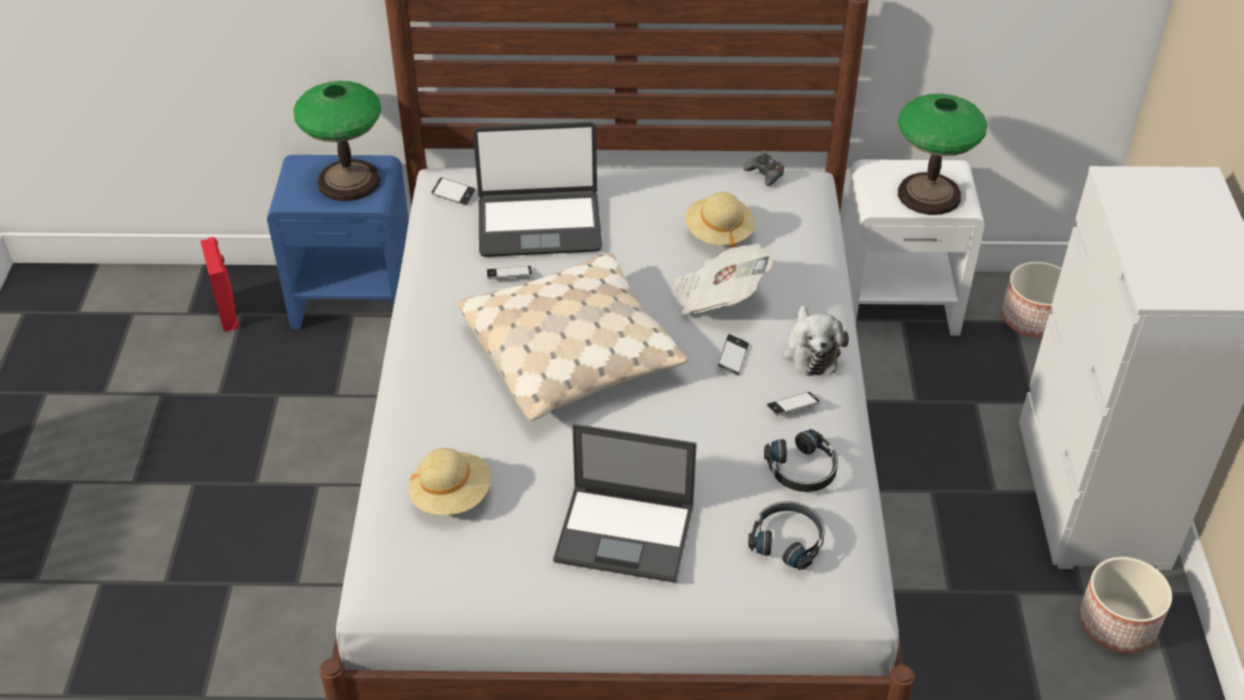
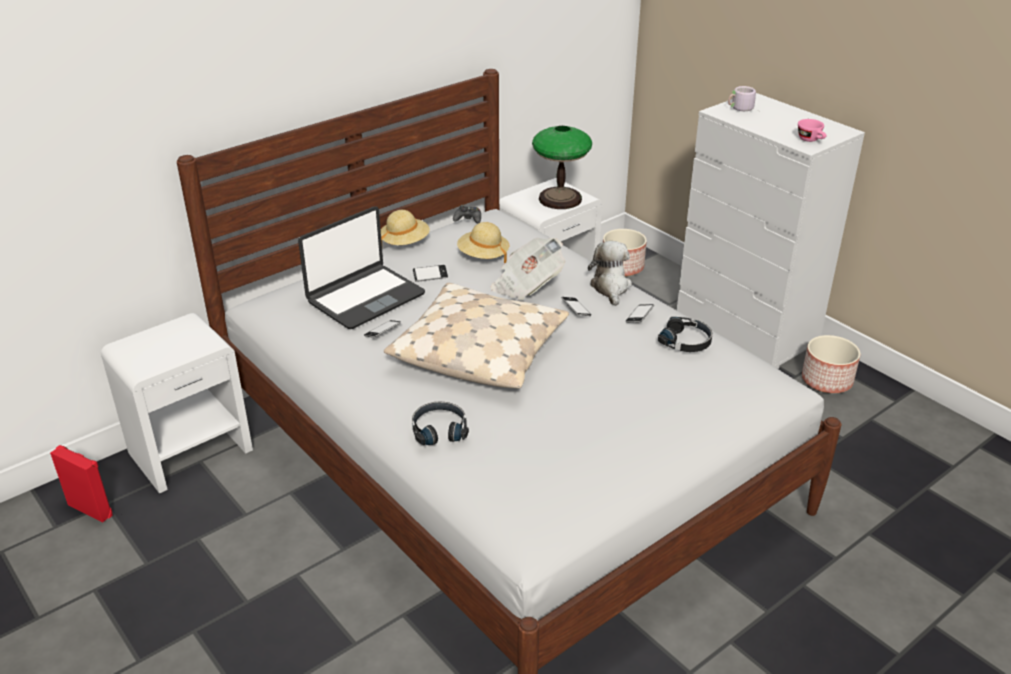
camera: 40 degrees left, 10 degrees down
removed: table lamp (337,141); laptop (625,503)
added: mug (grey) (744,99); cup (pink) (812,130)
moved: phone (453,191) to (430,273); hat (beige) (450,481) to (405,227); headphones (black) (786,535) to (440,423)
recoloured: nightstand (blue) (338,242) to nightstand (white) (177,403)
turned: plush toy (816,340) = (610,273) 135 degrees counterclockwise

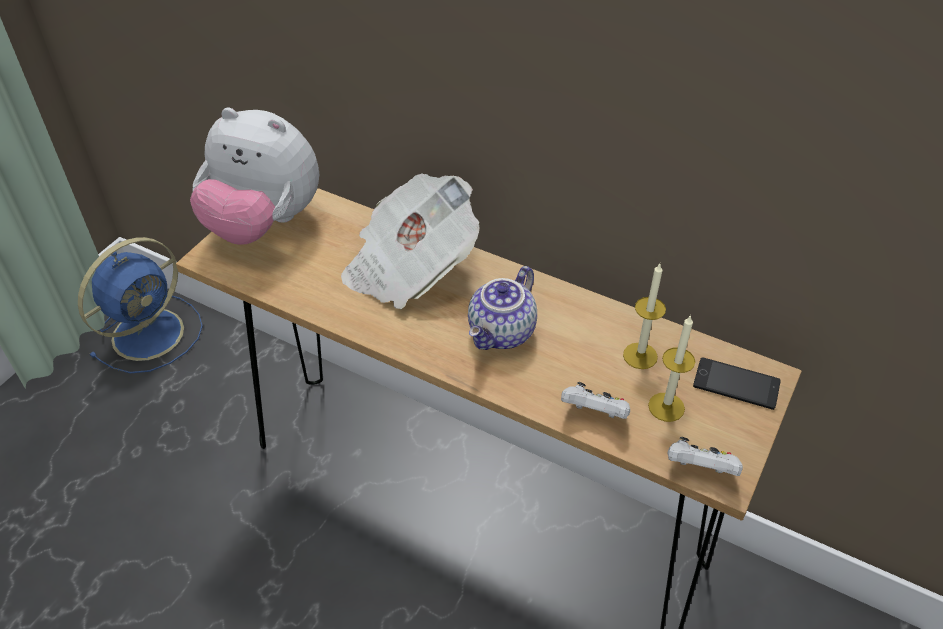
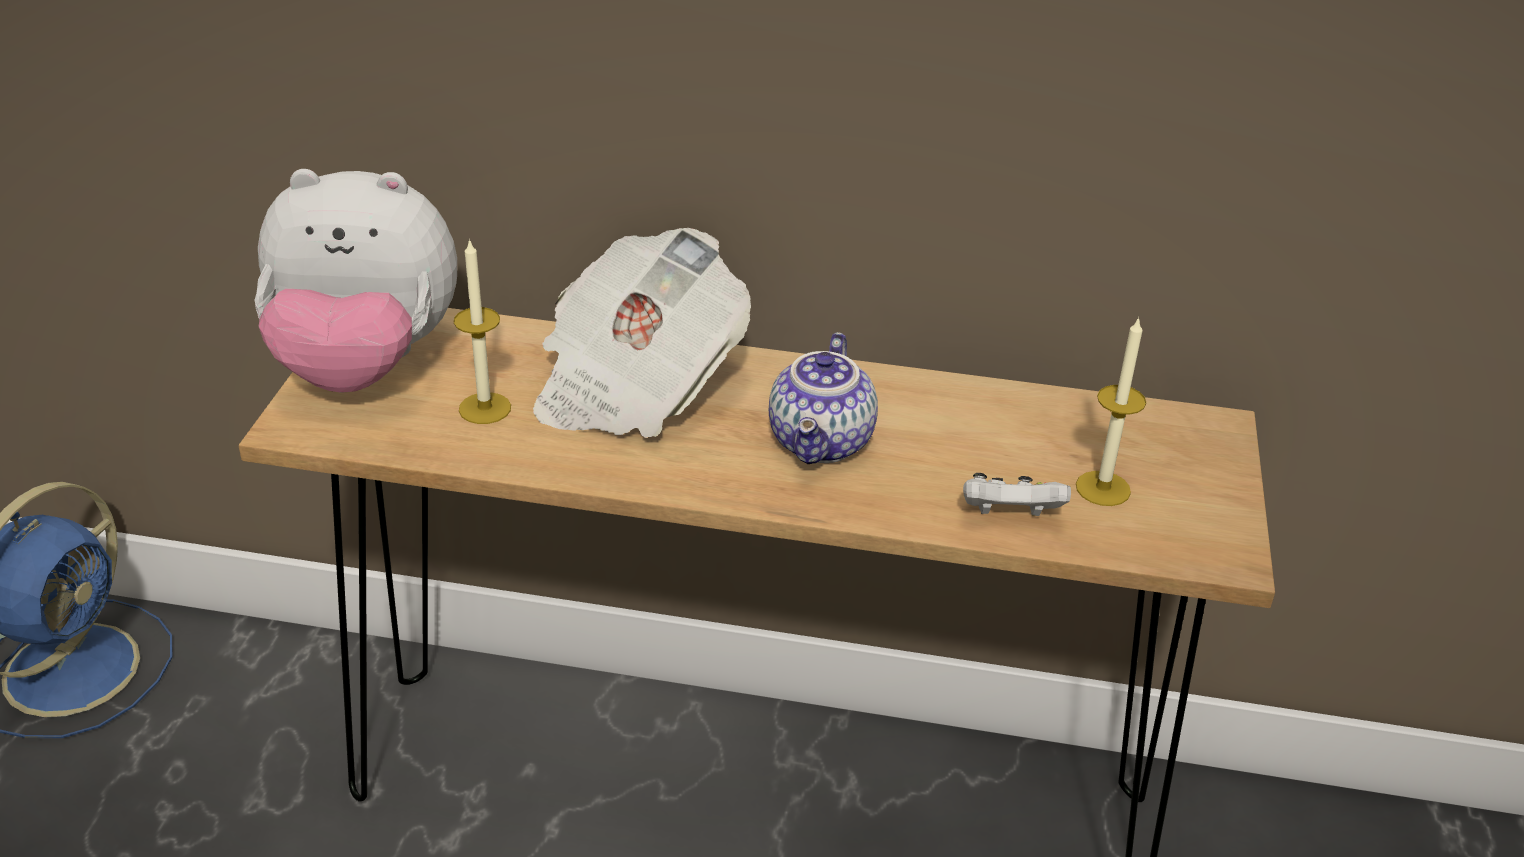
camera: 20 degrees left, 10 degrees down
removed: phone (737,383); game controller (white) (705,456)
moved: candle (644,316) to (482,331)

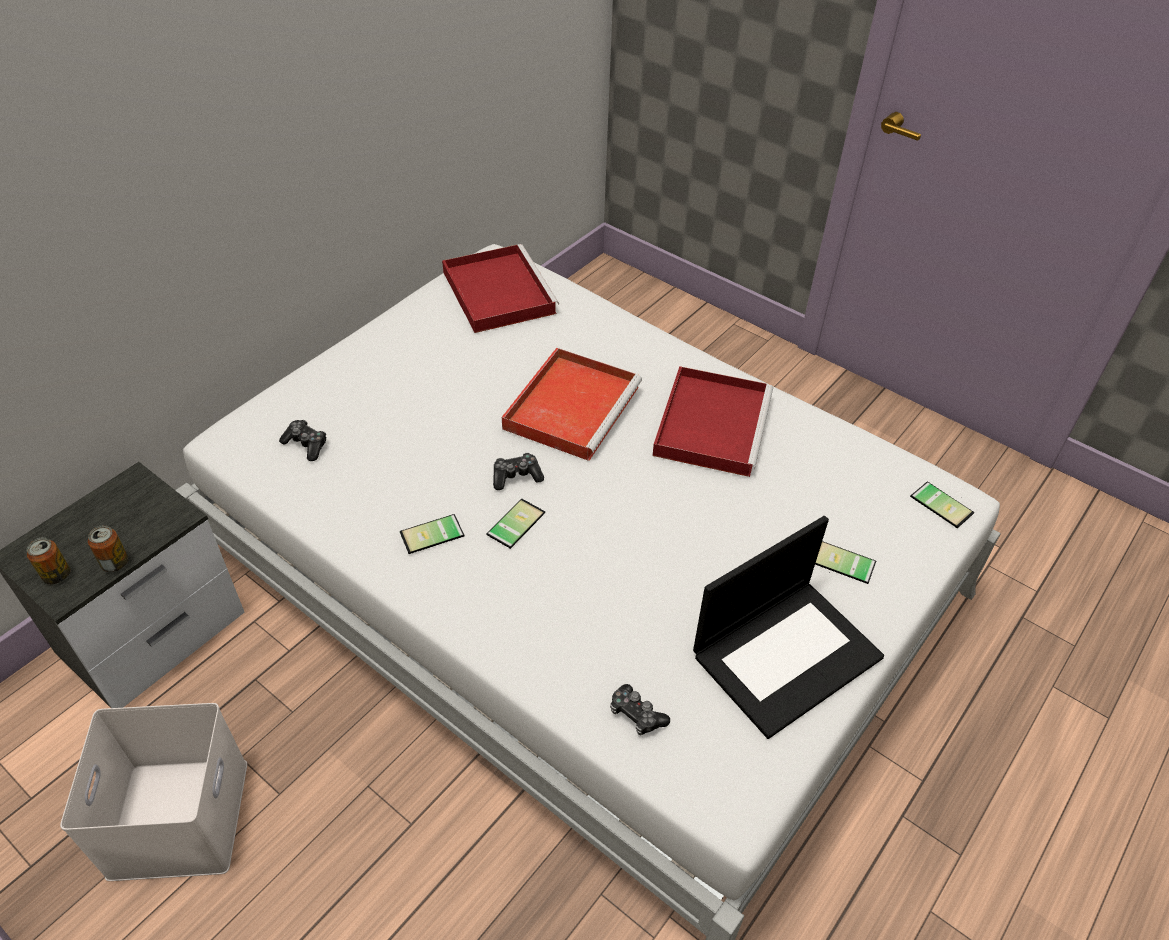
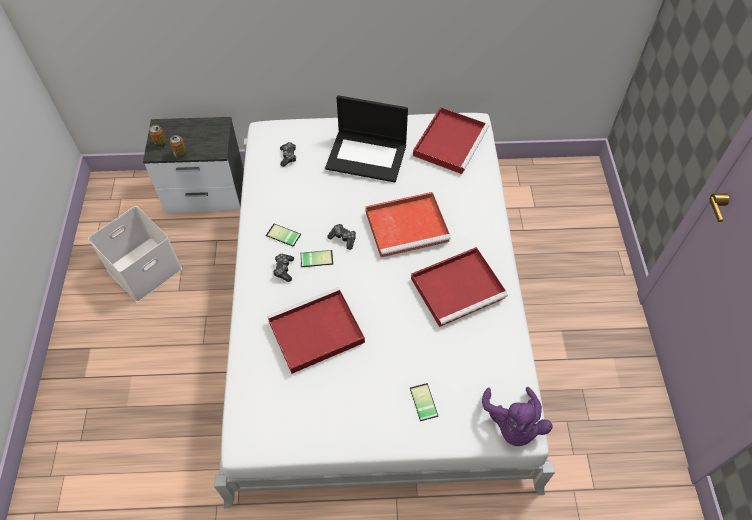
camera: 50 degrees right, 10 degrees up
added: tray (red) (316,330)
moved: laptop (789,627) to (366,139); game controller (640,709) to (283,268)
replaced: phone (942,504) to plush toy (purple) (517,416)

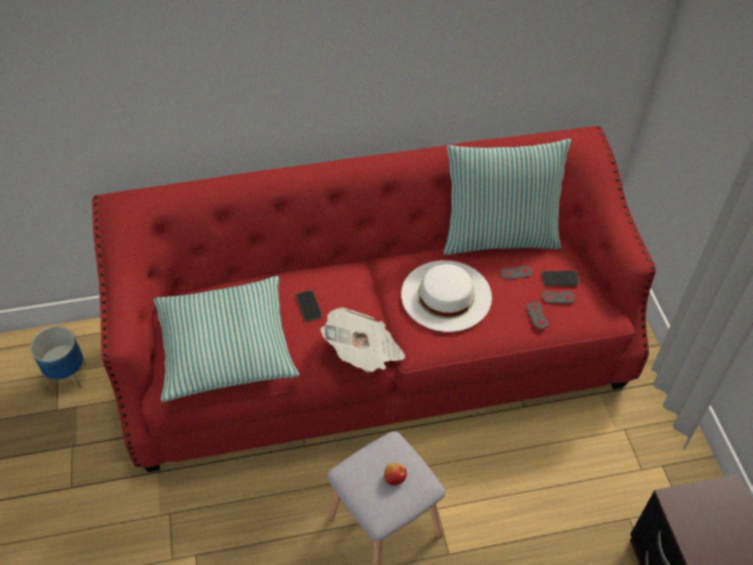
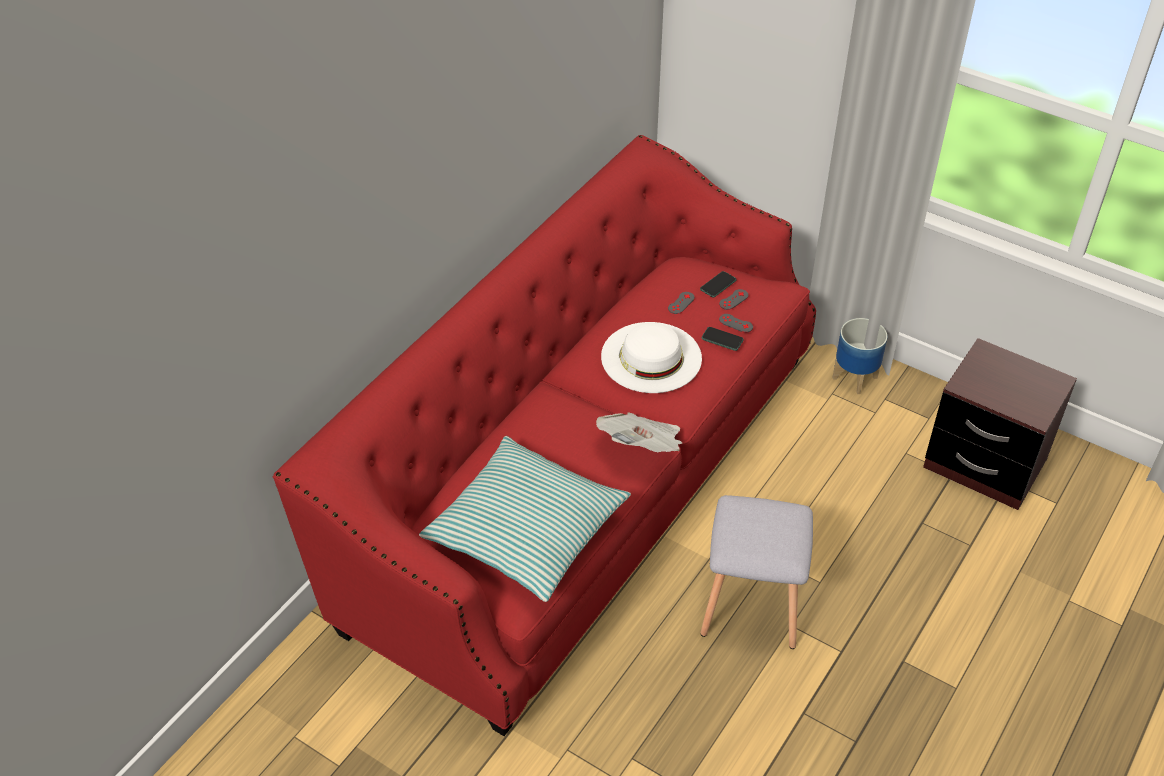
camera: 45 degrees left, 5 degrees down
removed: pillow (507,197); apple (395,474)
moved: phone (309,305) to (722,339); planter (58,357) to (859,356)

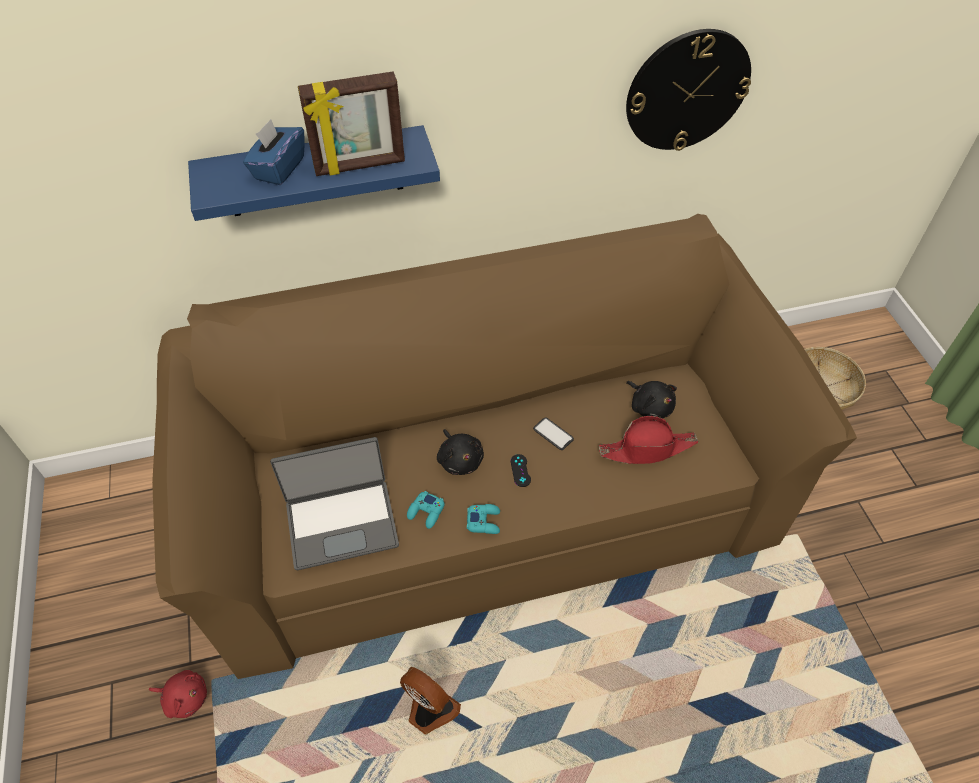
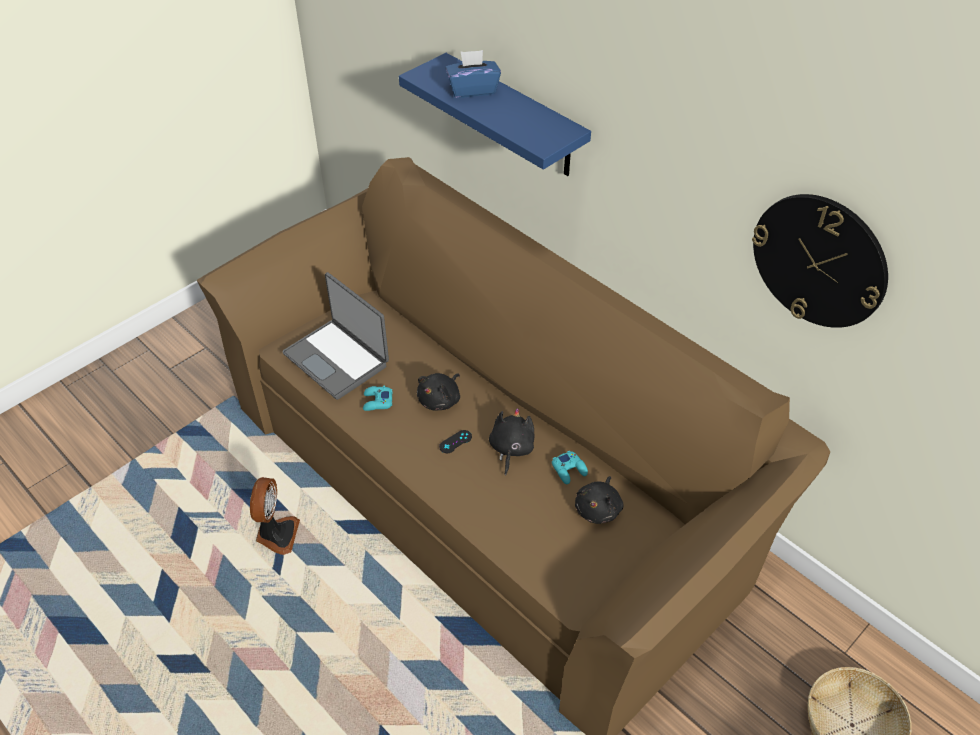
camera: 60 degrees right, 5 degrees down
removed: picture frame (351,124); hat (red) (648,440); plush toy (red) (178,694)
moved: game controller (turquoise) (483,519) to (570,467)
replaced: phone (553,433) to plush toy (black) (511,441)

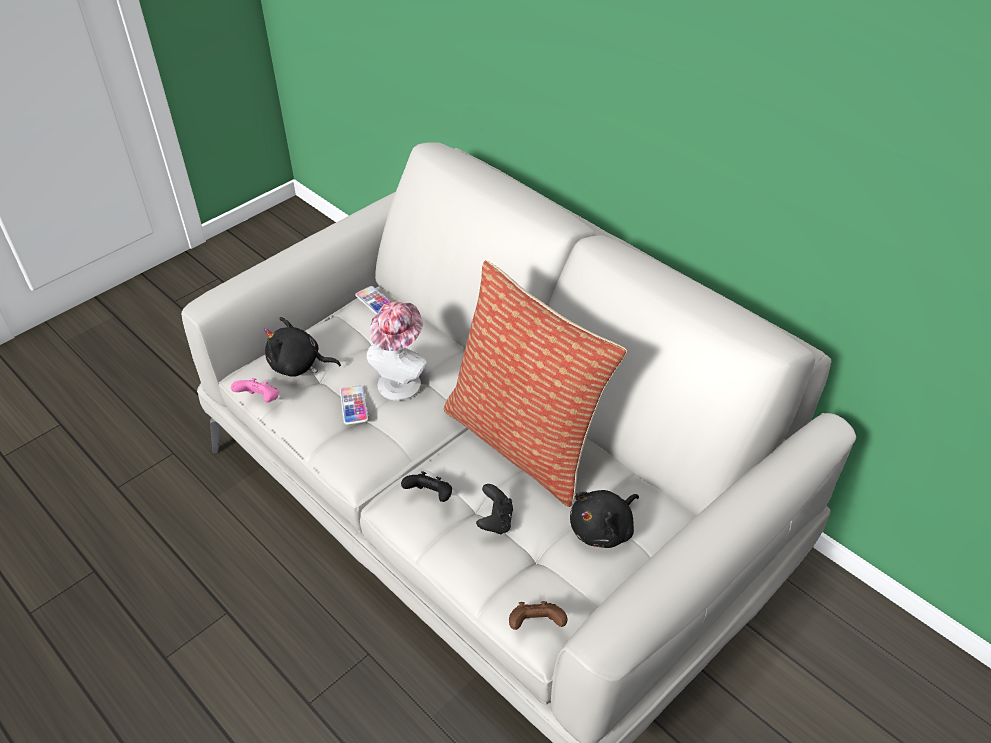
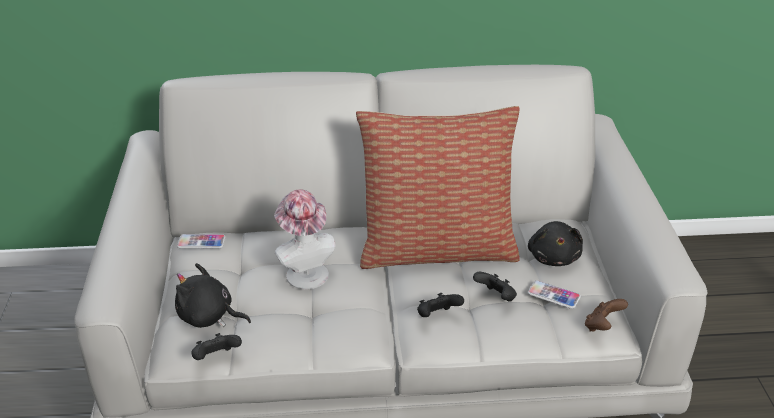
camera: 50 degrees left, 10 degrees down
moved: phone (354,405) to (554,294)
recoloured: game controller (pink) (255,390) to game controller (black) (216,346)
turned: plush toy (black) (302,347) = (213,295) 60 degrees clockwise

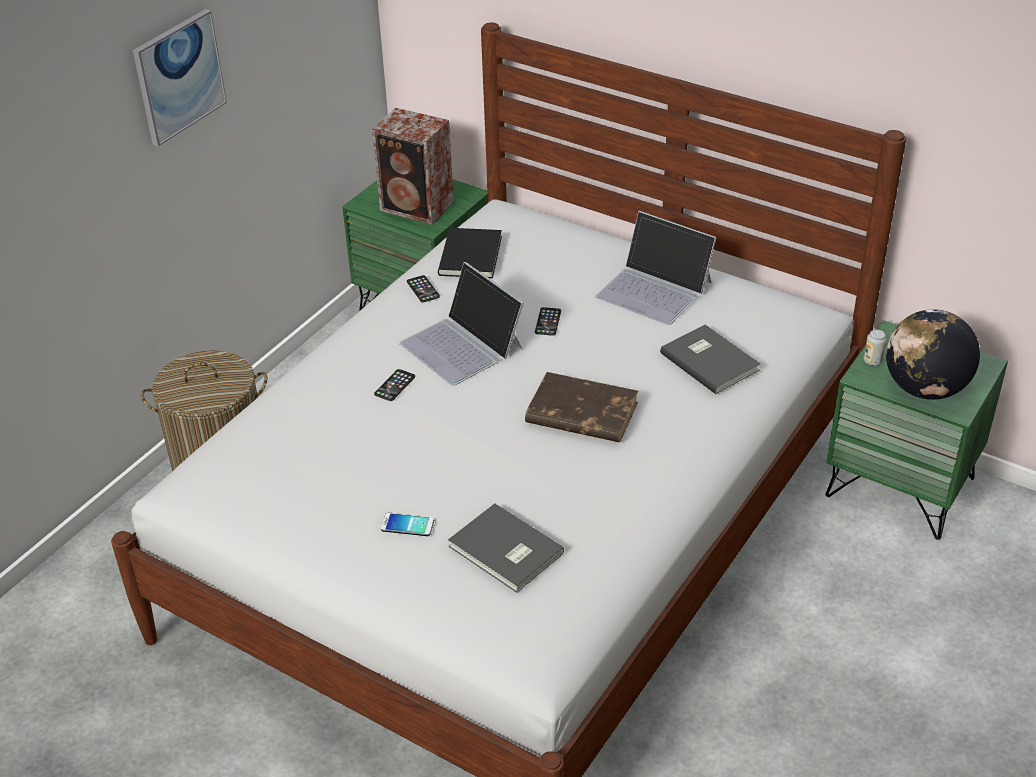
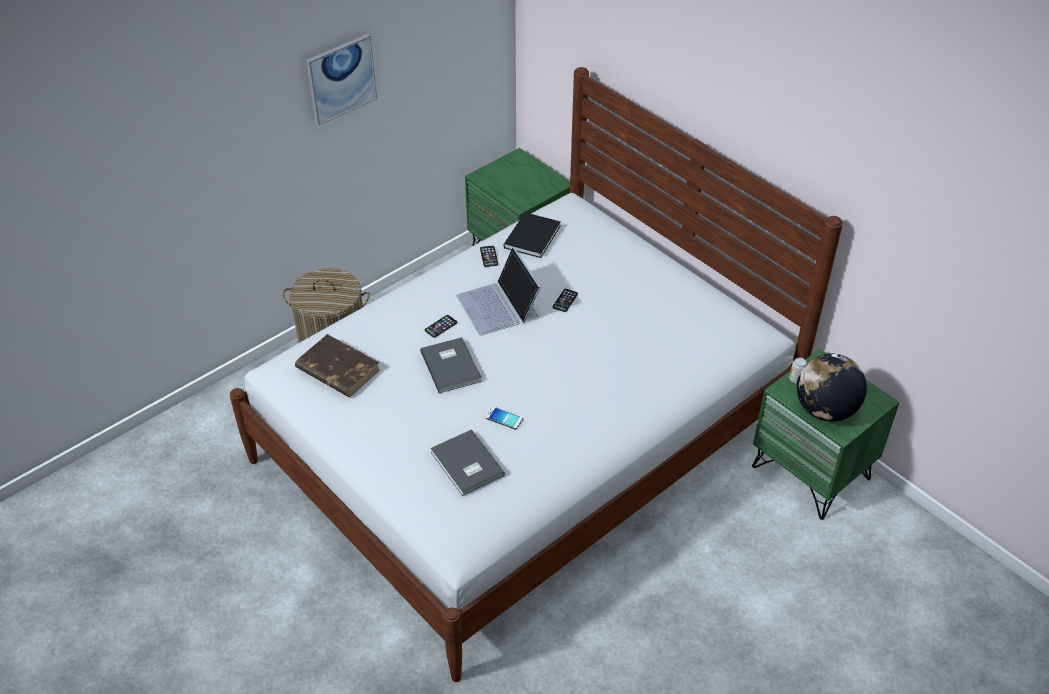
camera: 15 degrees right, 5 degrees up
removed: speaker (413,166); laptop (656,268)
moved: book (grey) (710,359) to (451,365); book (brown) (581,407) to (337,365); phone (407,524) to (504,418)

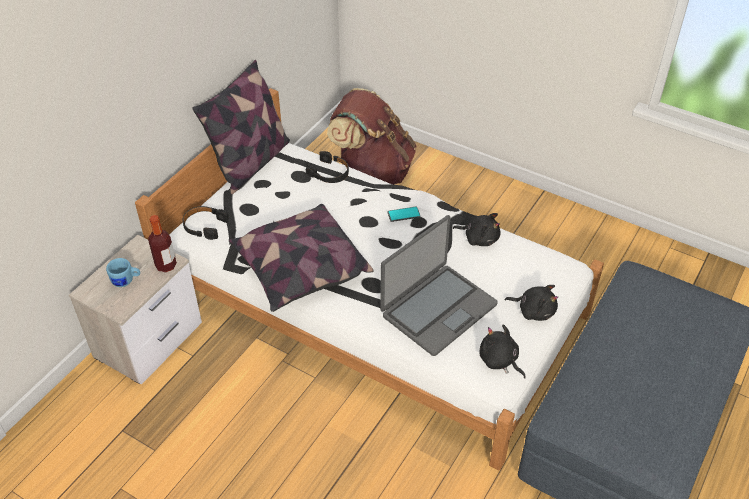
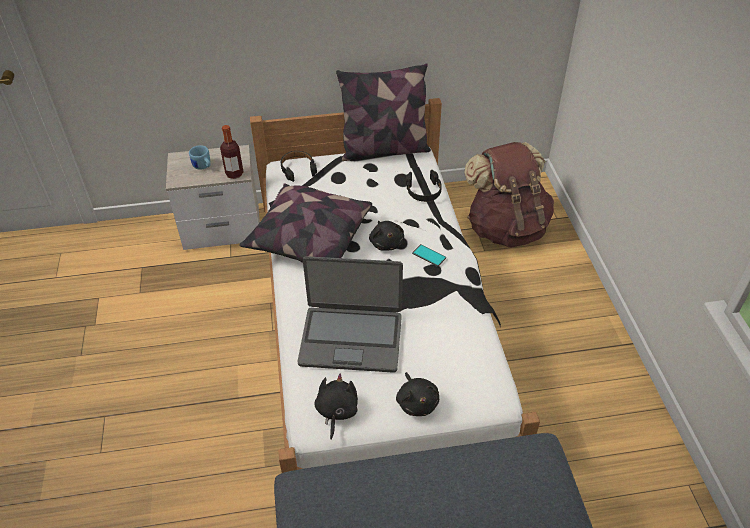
camera: 50 degrees right, 0 degrees up
moved: plush toy (black) (476,229) to (386,236)

